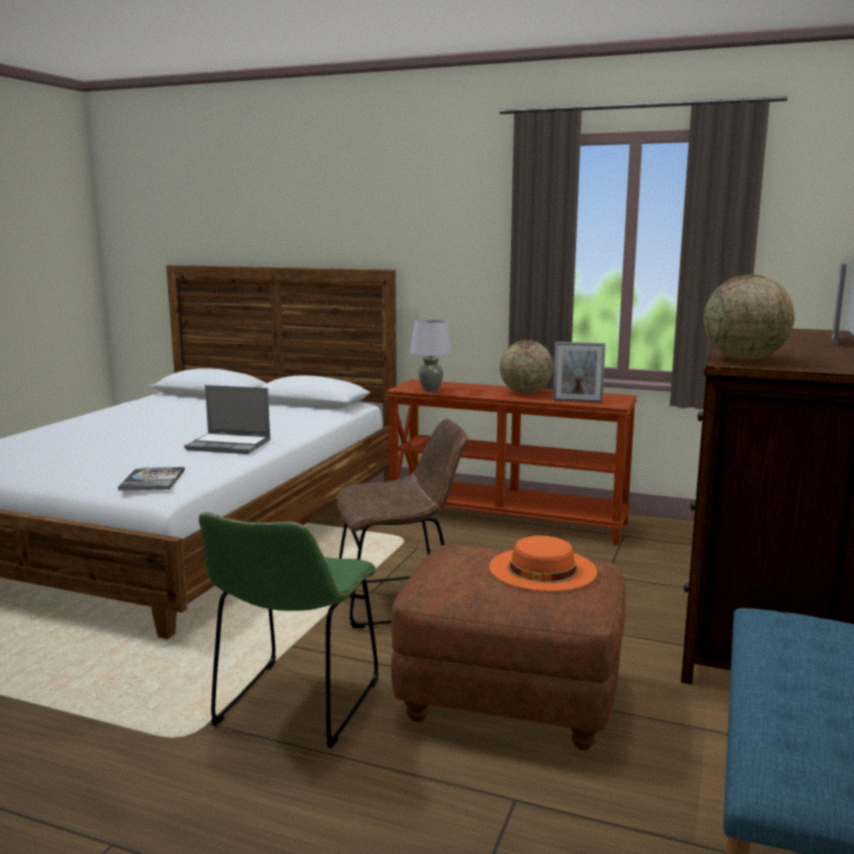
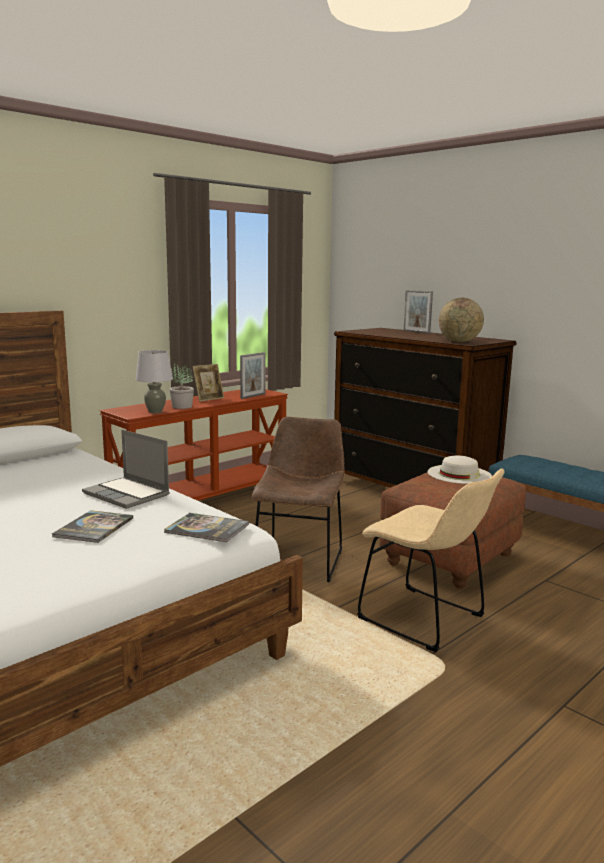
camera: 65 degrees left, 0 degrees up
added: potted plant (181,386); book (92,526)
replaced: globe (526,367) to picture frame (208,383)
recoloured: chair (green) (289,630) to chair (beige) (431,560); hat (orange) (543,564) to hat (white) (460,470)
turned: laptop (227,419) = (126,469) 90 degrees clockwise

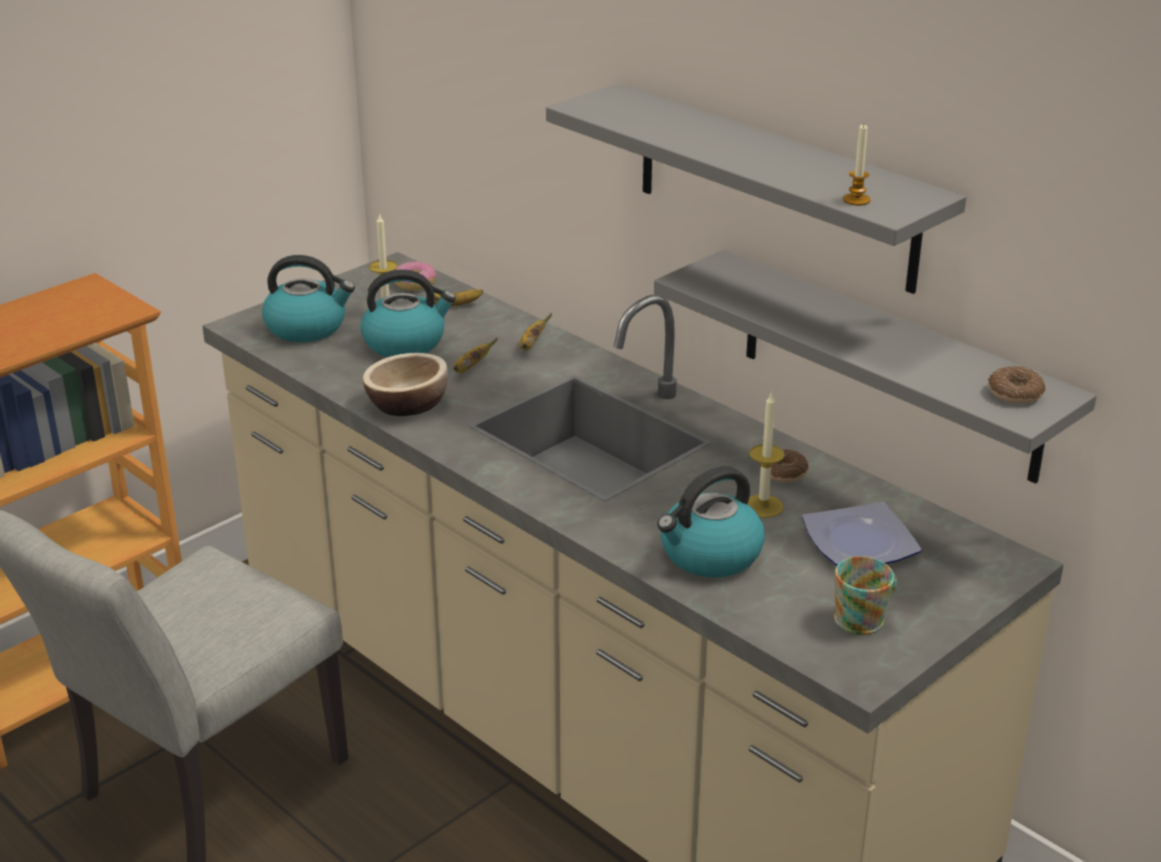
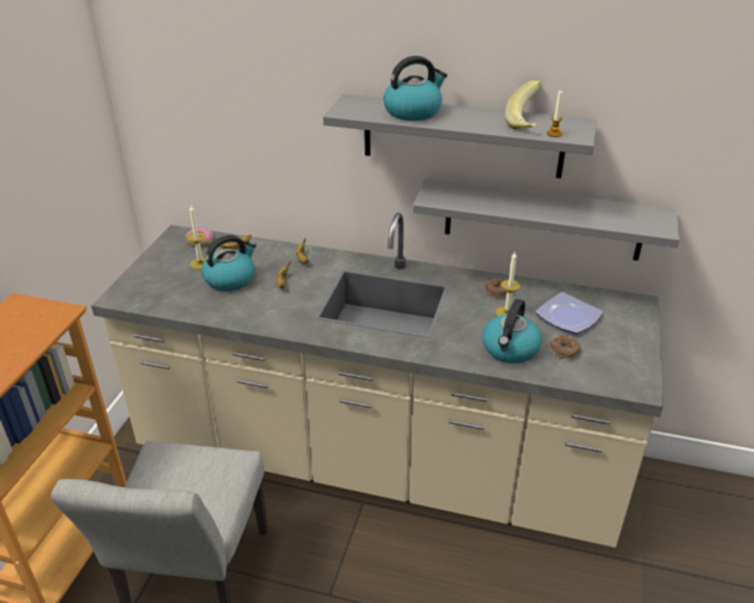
camera: 30 degrees left, 5 degrees up
removed: bowl (405,384); mug (865,595)
added: banana (523,105)
moved: kettle (308,298) to (415,88); donut (1016,385) to (565,347)

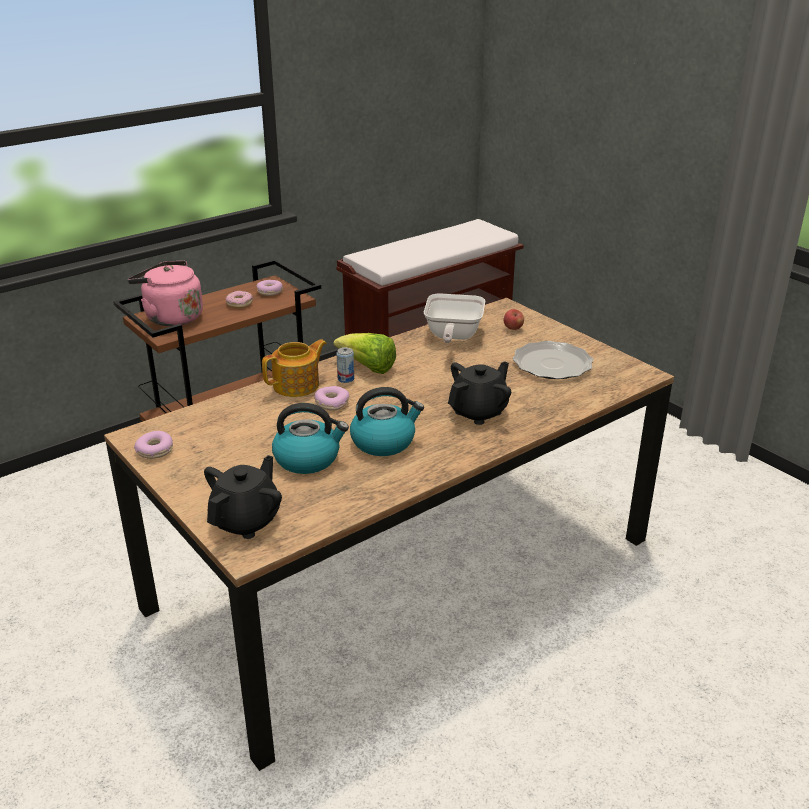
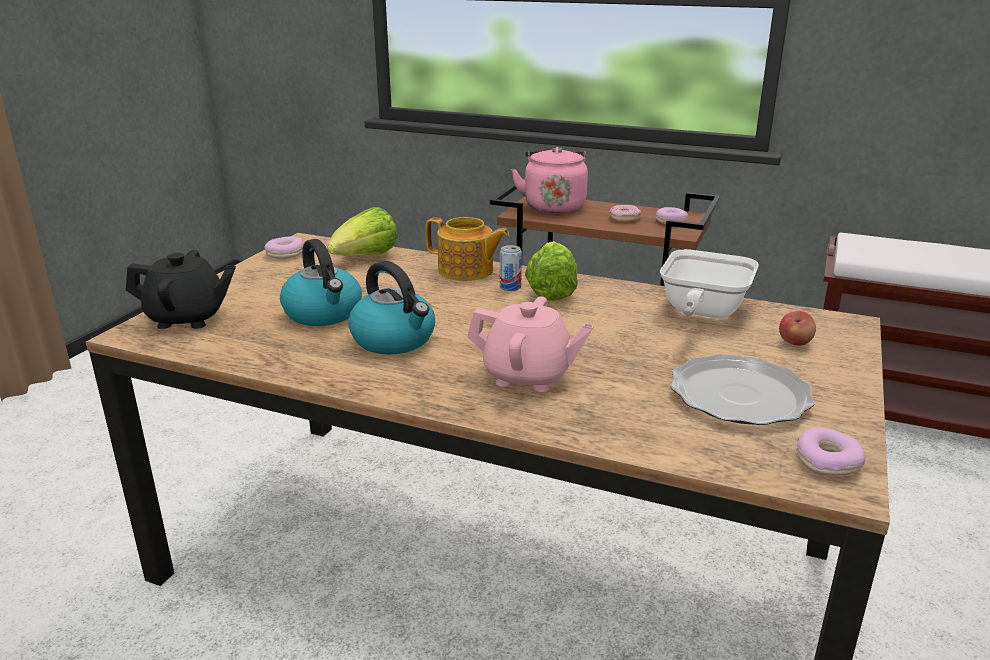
camera: 60 degrees right, 5 degrees down
added: lettuce (362,231)
moved: donut (331,398) to (830,452)
recoloured: teapot (black) (479,393) to teapot (pink) (530,344)
turned: frying pan (454,318) = (709,284) 45 degrees counterclockwise

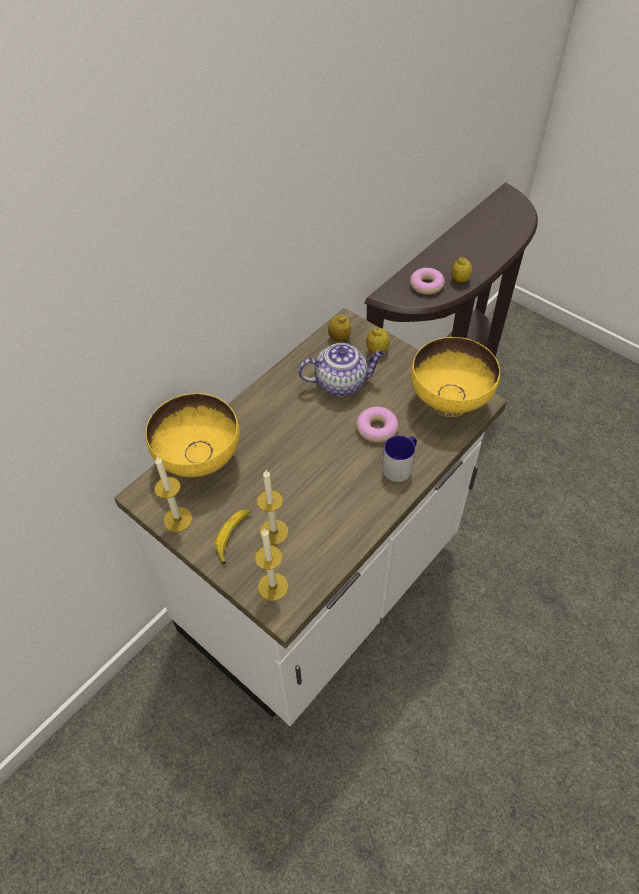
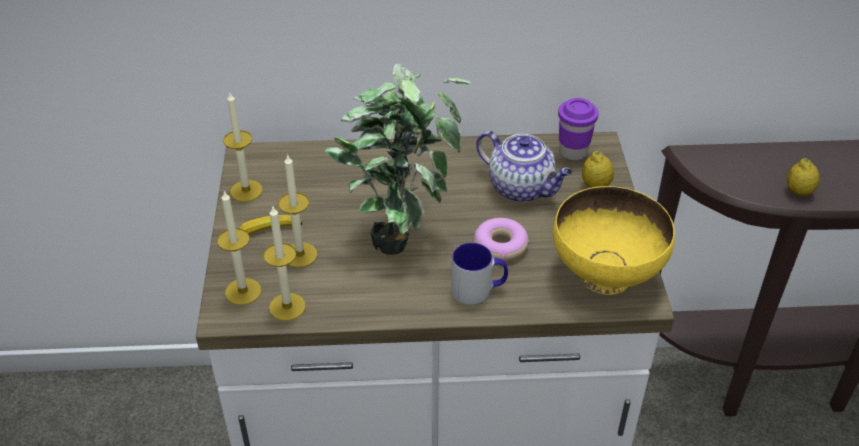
camera: 45 degrees right, 10 degrees down
removed: donut (427,281); bowl (yellow) (193,435)
added: potted plant (398,159); candle (284,263)
replaced: lemon (339,328) to cup (purple) (578,129)

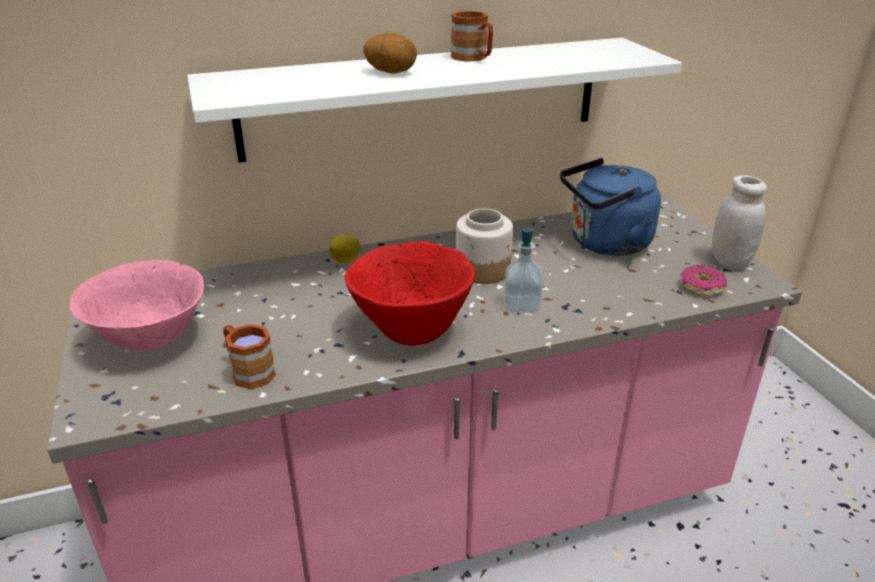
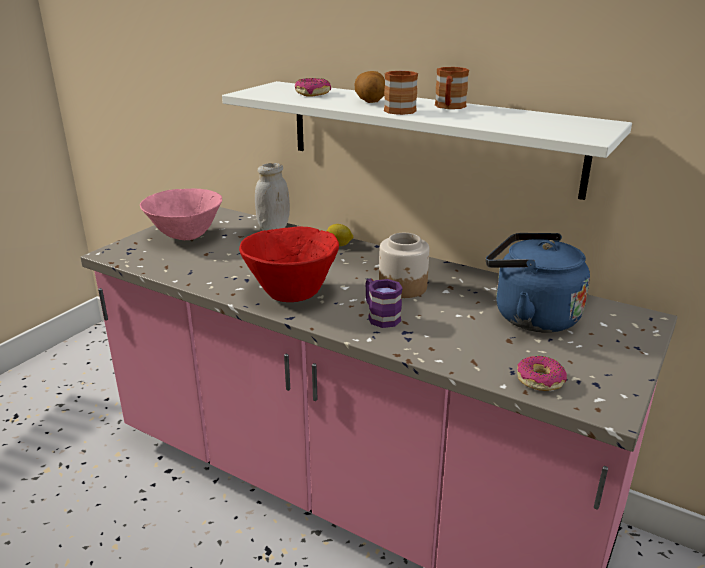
camera: 50 degrees right, 5 degrees down
added: donut (313,87)
moved: jar (white) (739,222) to (272,197); mug (brown) (250,356) to (401,93)
replaced: soap dispenser (523,270) to mug (purple) (383,303)

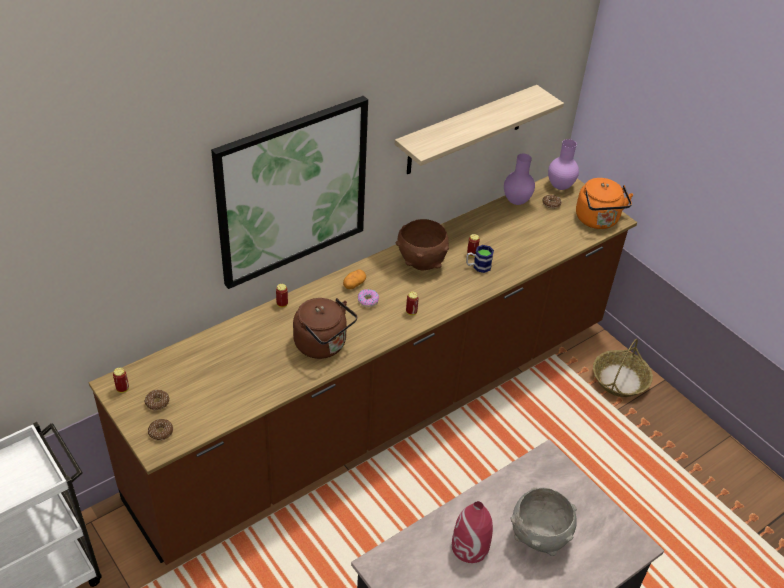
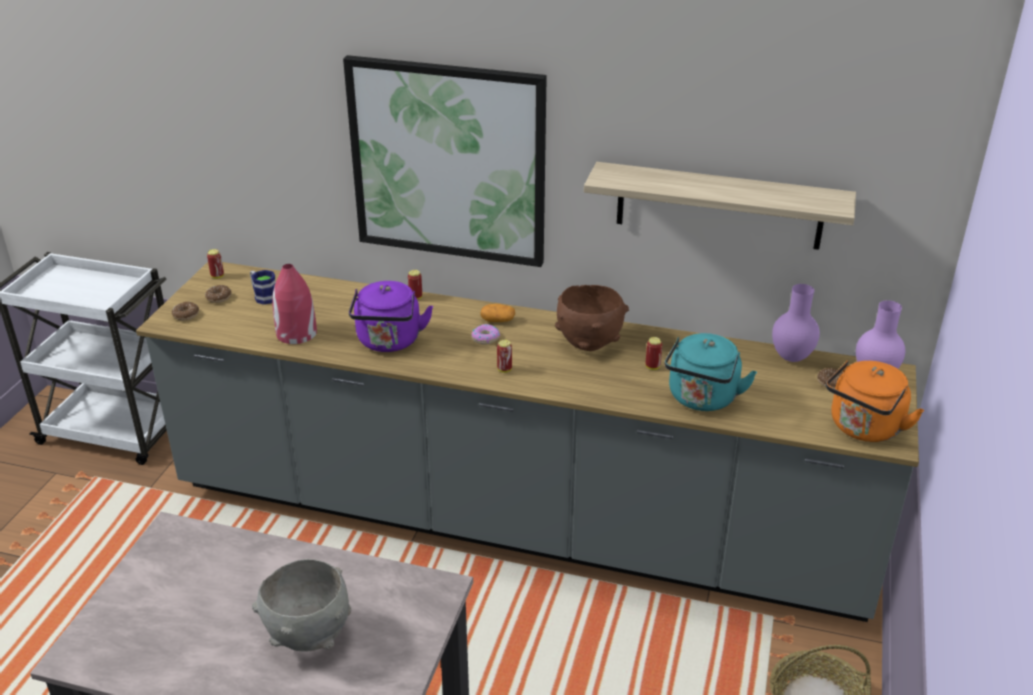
camera: 55 degrees right, 10 degrees down
added: kettle (turquoise) (710,372)
moved: mug (480,259) to (263,287); vase (red) (472,532) to (294,304)
recoloured: counter (brown) (363,370) to counter (grey) (527,442); kettle (brown) (325,328) to kettle (purple) (391,316)

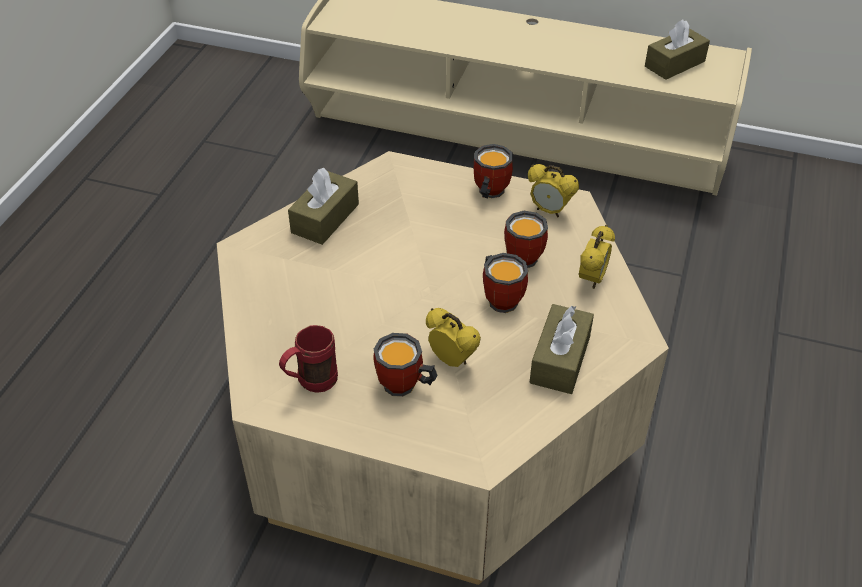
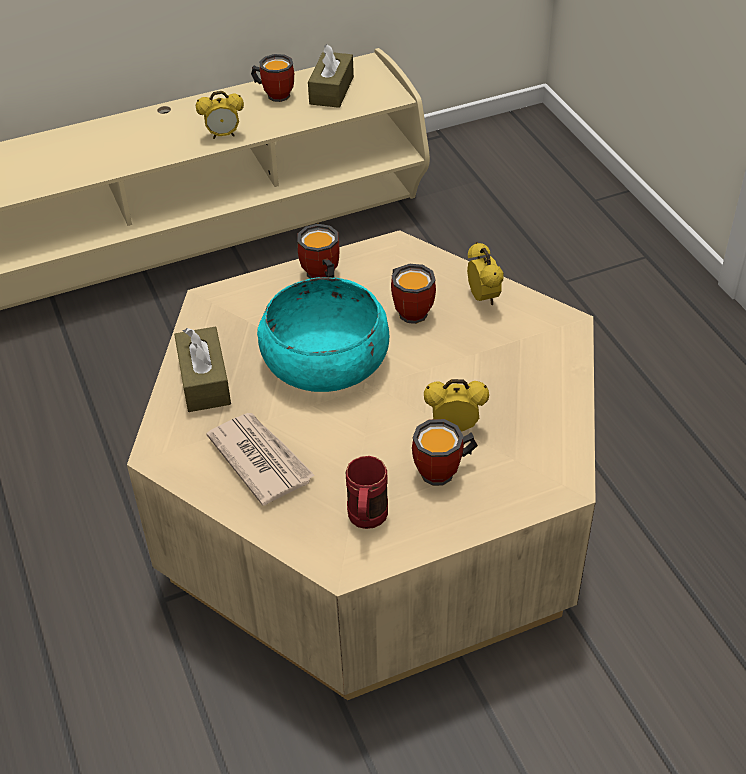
camera: 40 degrees left, 0 degrees up
removed: tissue box (brown) (562,349)
added: bowl (turquoise) (323,334); newspaper (260,459)
moved: alarm clock (553,191) to (220,115); mug (505,283) to (272,78)

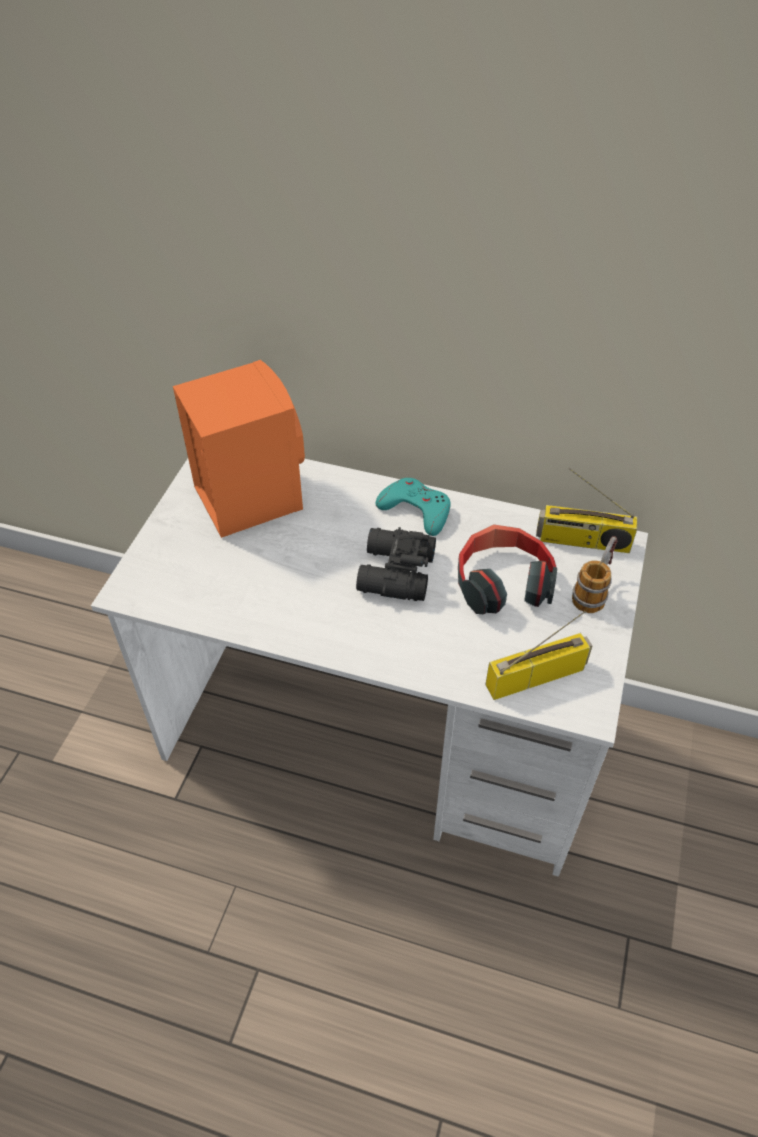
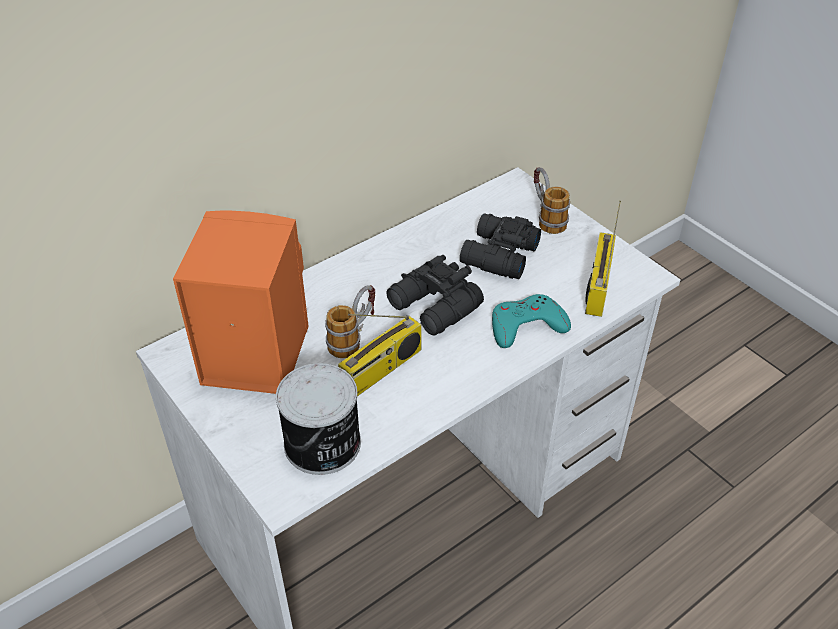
camera: 55 degrees left, 5 degrees down
added: mug (350,321); can (318,419)
moved: radio (586,510) to (380,355); game controller (turquoise) (413,507) to (531,321)
replaced: headphones (507,569) to binoculars (black) (500,246)

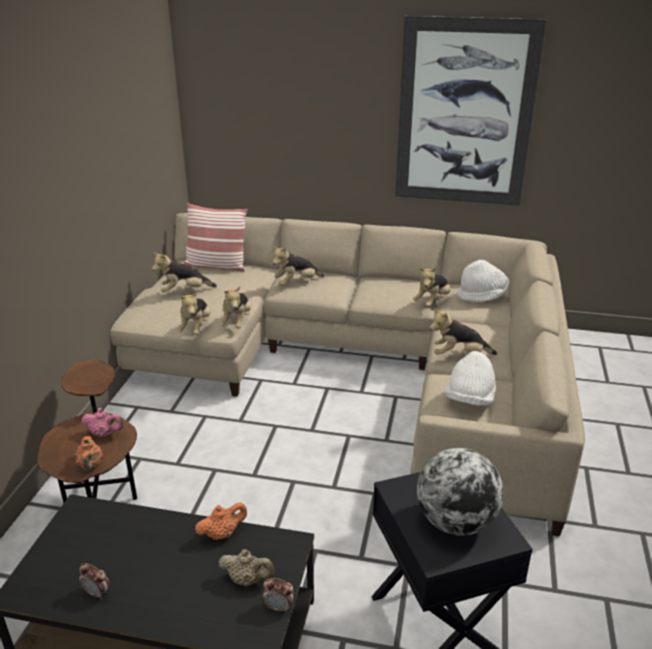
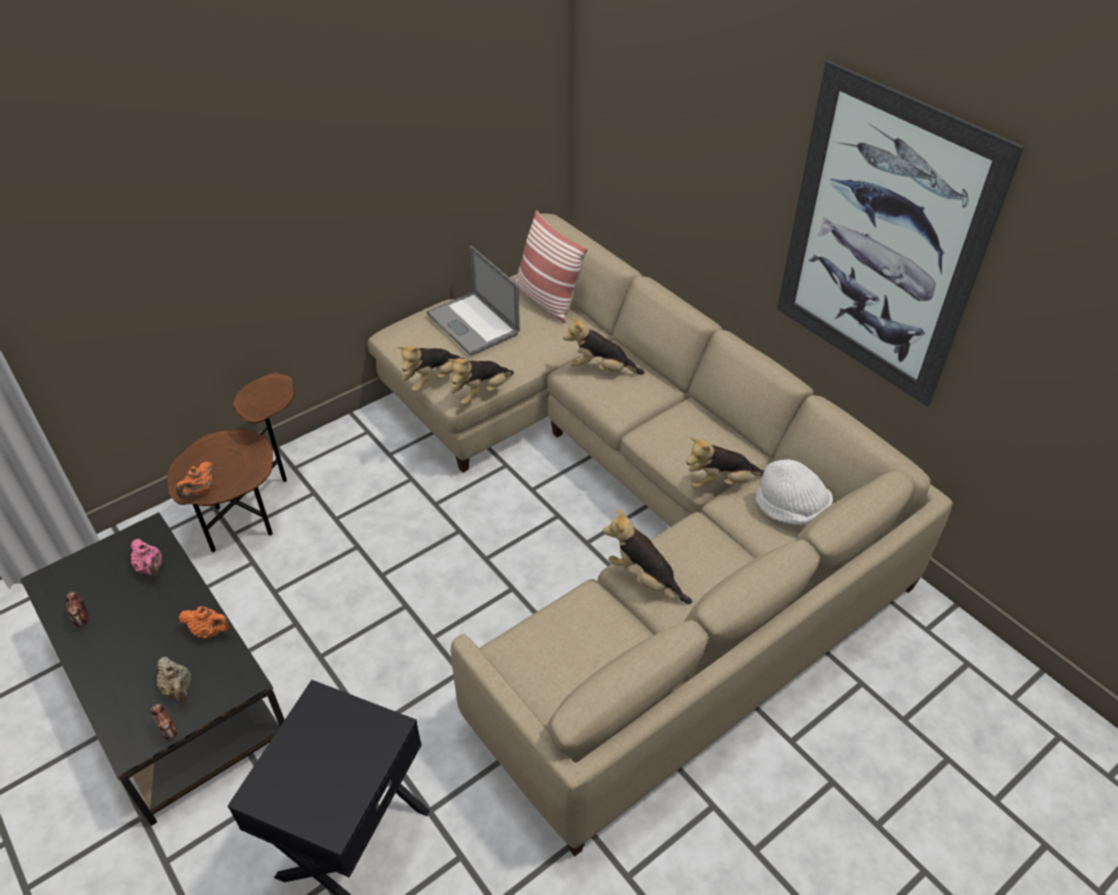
camera: 40 degrees right, 15 degrees up
removed: hat (white) (470,378); globe (460,492)
moved: teapot (pink) (103,422) to (146,558)
replaced: plush toy (184,272) to laptop (473,301)

